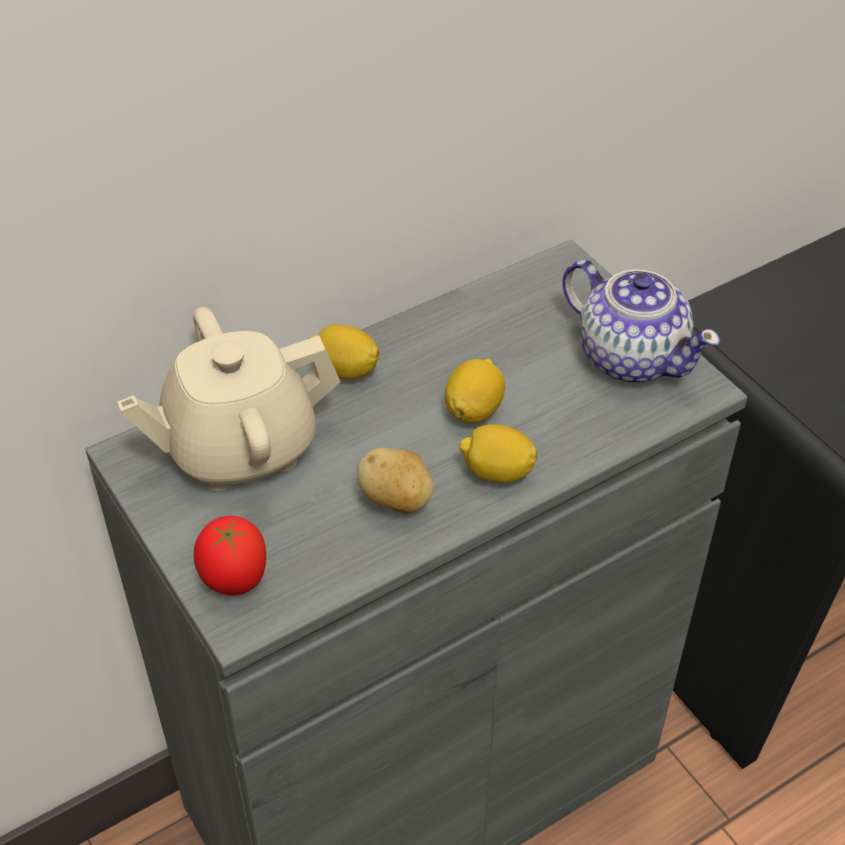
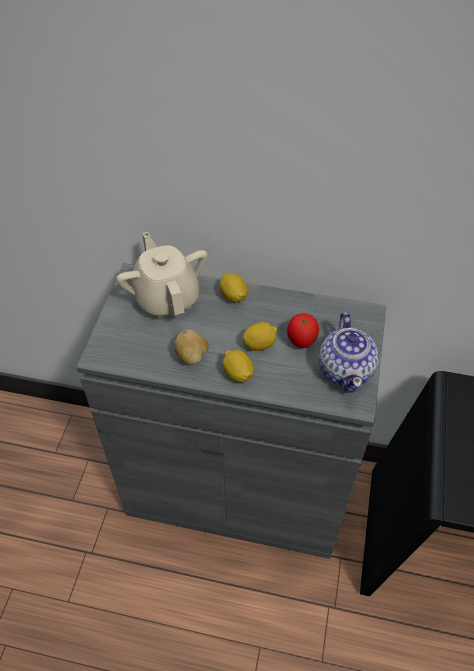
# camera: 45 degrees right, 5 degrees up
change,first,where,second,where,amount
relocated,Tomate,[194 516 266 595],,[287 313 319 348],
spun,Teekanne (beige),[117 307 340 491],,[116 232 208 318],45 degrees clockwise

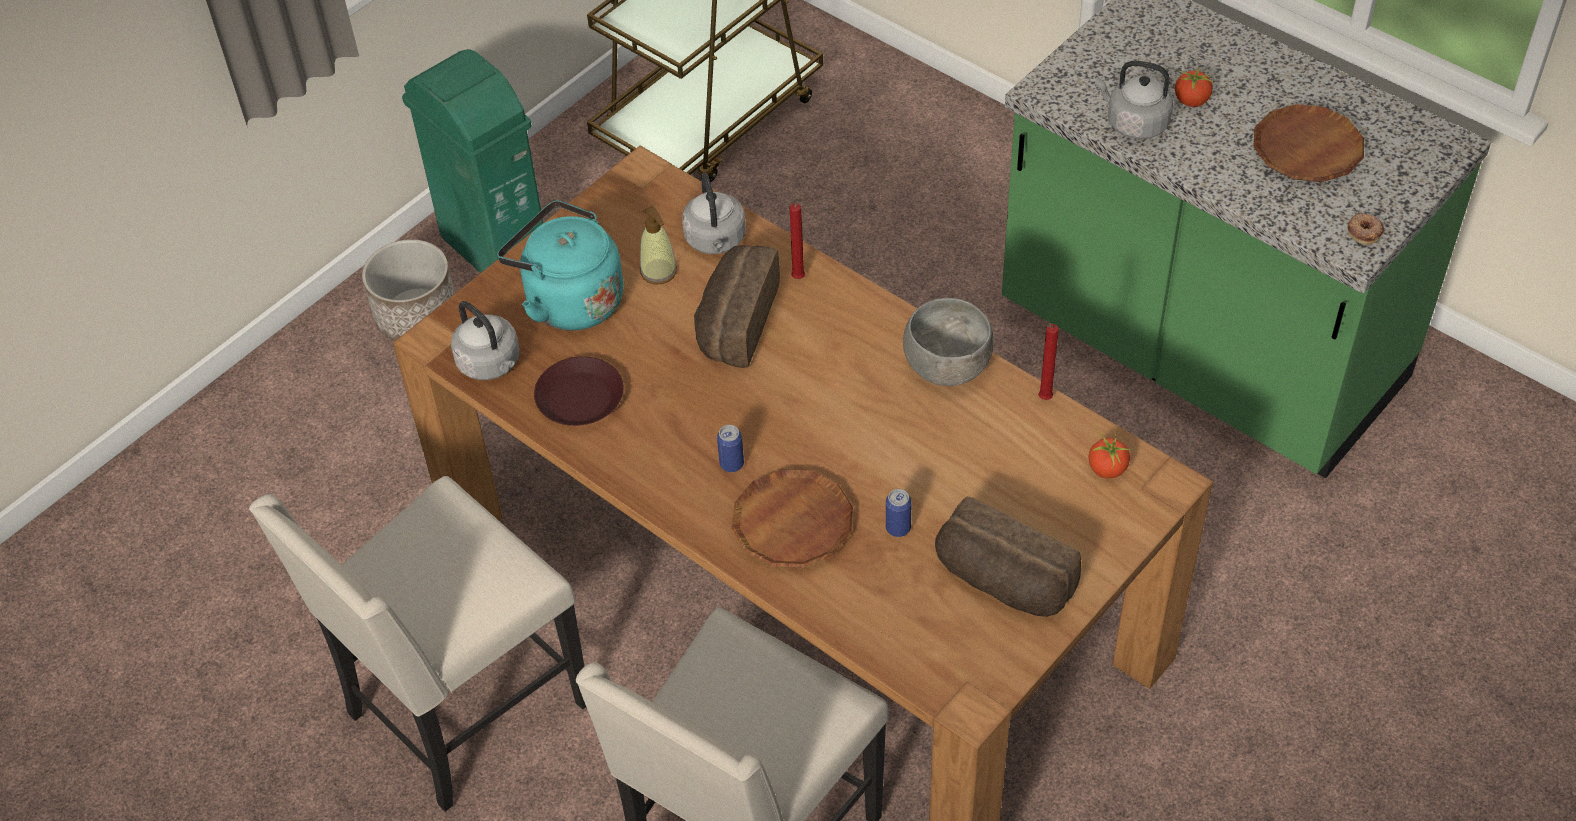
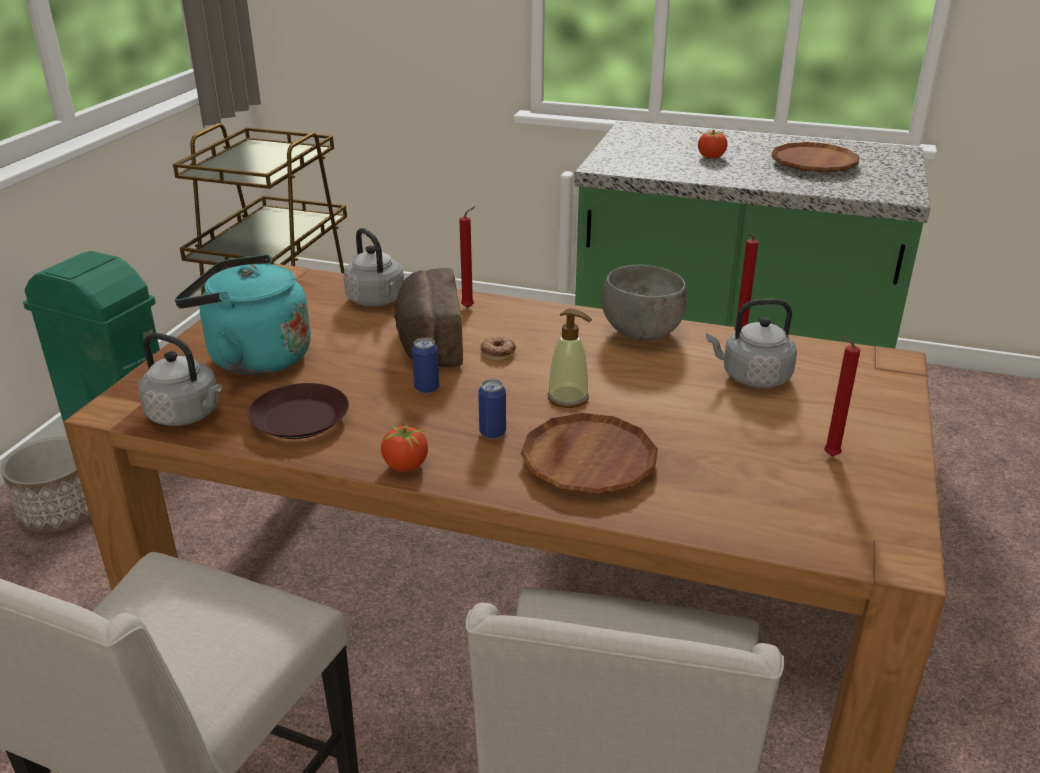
# camera: 25 degrees left, 20 degrees down
change,first,where,second,where,amount
relocated,Seifenspender,[640 205 677 284],,[548 309 592 408],
relocated,Dose,[886 489 912 537],,[412 338 439 393],
relocated,Tomate,[1089 428 1131 479],,[381 416 428 472],
relocated,Wasserkessel (grau),[1095 60 1173 139],,[706 299 797 388],
relocated,Donut,[1348 213 1384 245],,[481 336 516 361],
exchanged,Brot,[935 496 1081 617],Kerze (rot),[824 335 860 456],

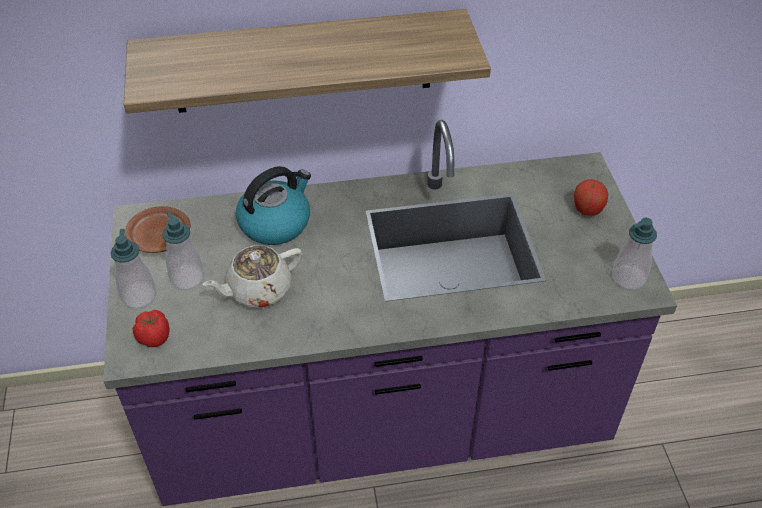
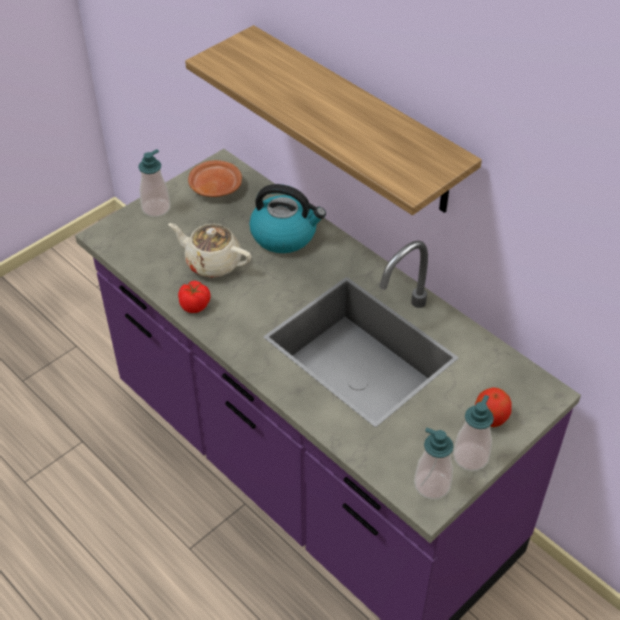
# camera: 55 degrees right, 0 degrees up
change,first,where,second,where,amount
relocated,Tomate,[133 310 170 347],,[178 281 211 313],
relocated,Seifenspender,[162 211 204 290],,[453 395 494 471],

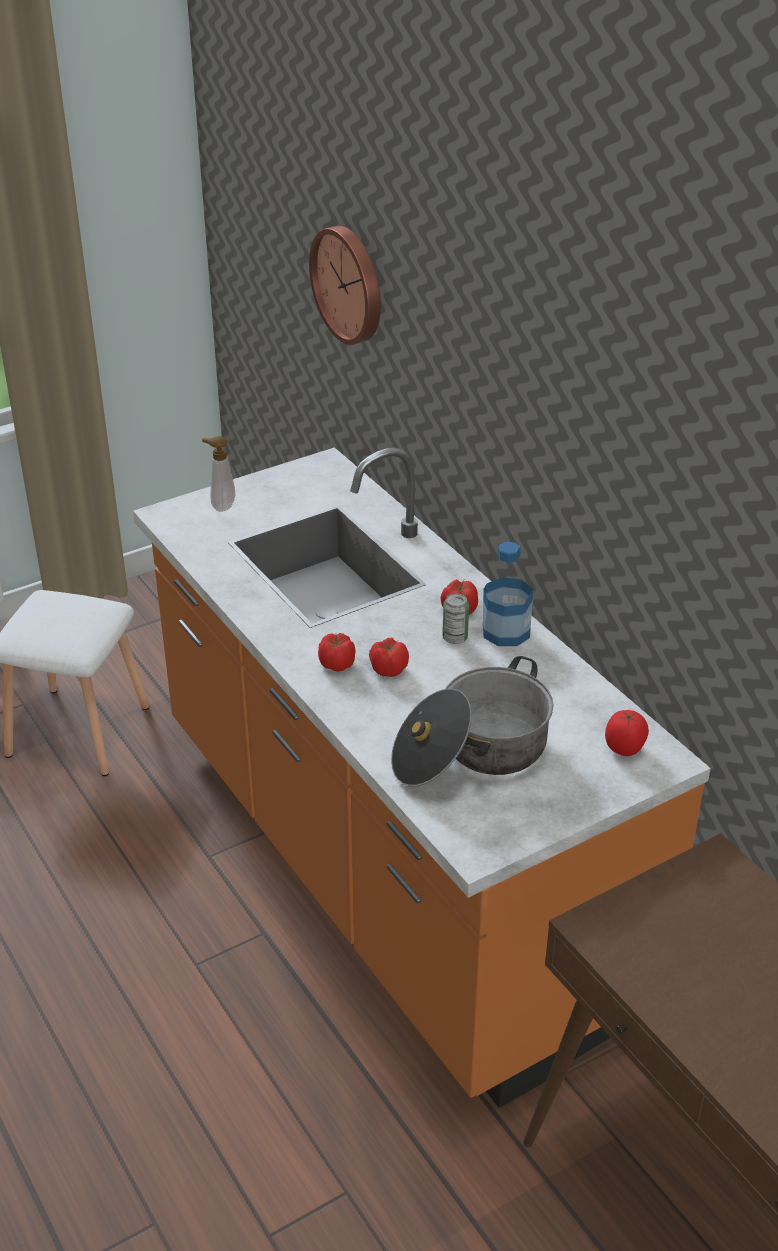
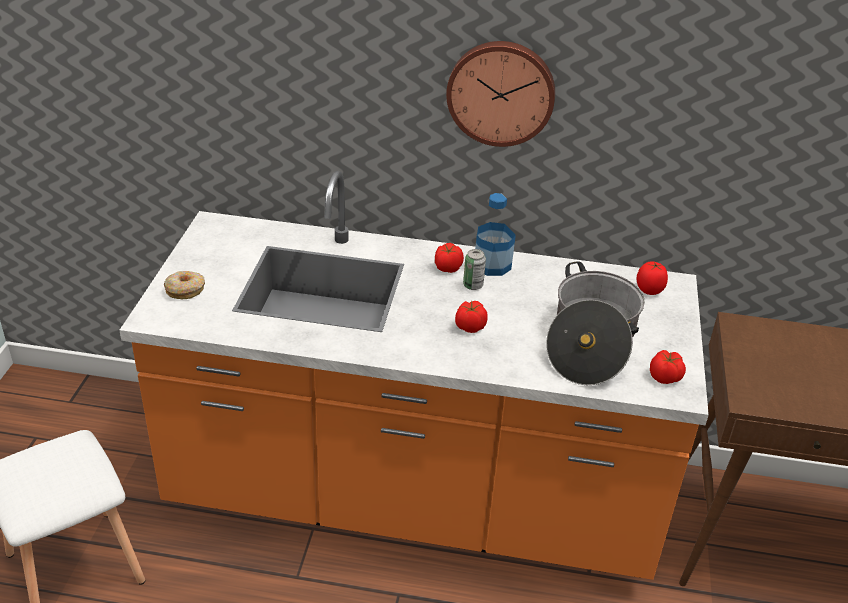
# camera: 50 degrees left, 0 degrees up
change,first,where,second,where,amount
relocated,Wanduhr,[309 226 381 345],,[446 41 555 147],
relocated,Tomate,[318 633 355 672],,[650 350 686 384],
exchanged,Seifenspender,[202 436 235 512],Donut,[164 271 205 299],

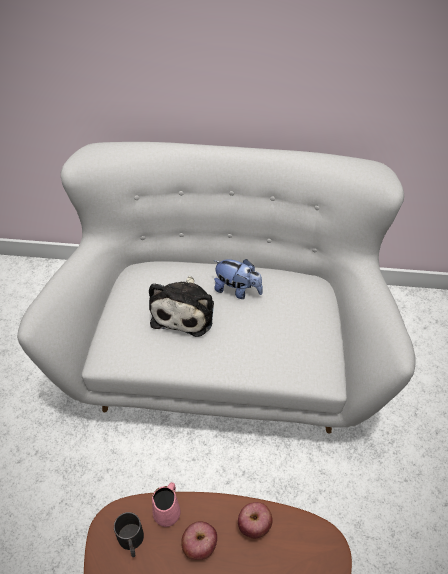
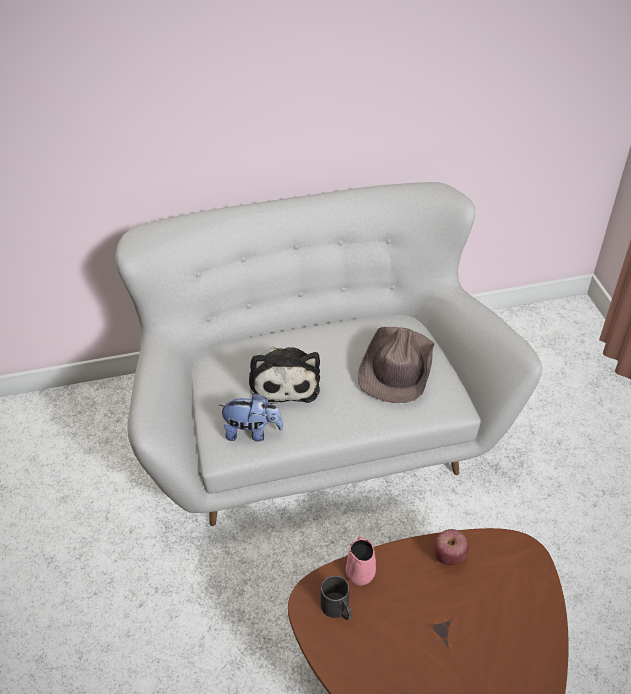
# camera: 20 degrees left, 5 degrees down
change,first,where,second,where,amount
missing,Apfel,[181 521 217 560],,,
appeared,,,Hut (braun),[358 327 435 403],
relocated,Plüschtier,[213 259 263 299],,[219 393 284 441],

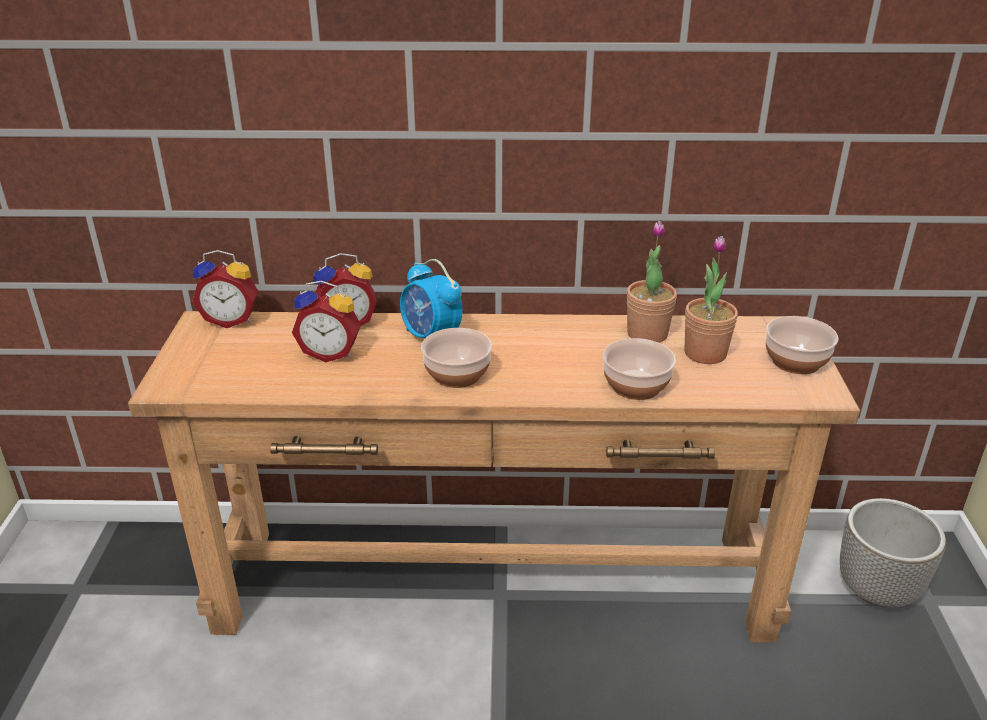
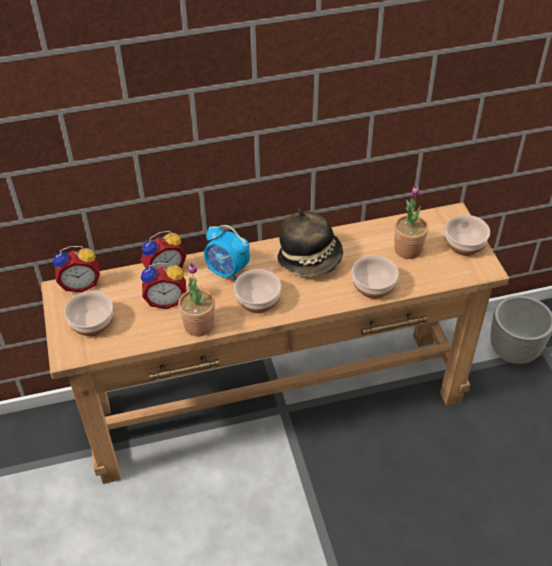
# camera: 15 degrees left, 15 degrees up
change,first,where,second,where,amount
appeared,,,Schüssel,[64 291 113 336],
appeared,,,Hut,[277 210 343 277],
relocated,Topfpflanze,[627 221 677 343],,[178 262 215 336],

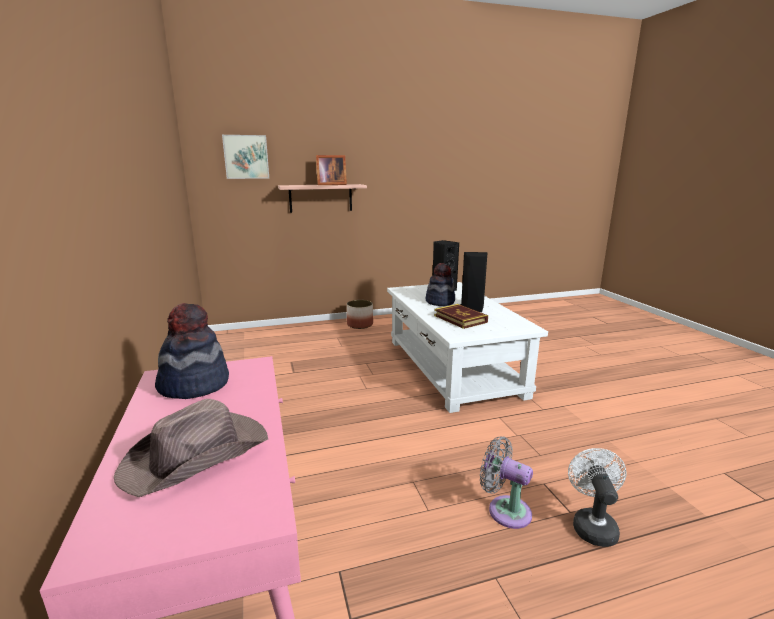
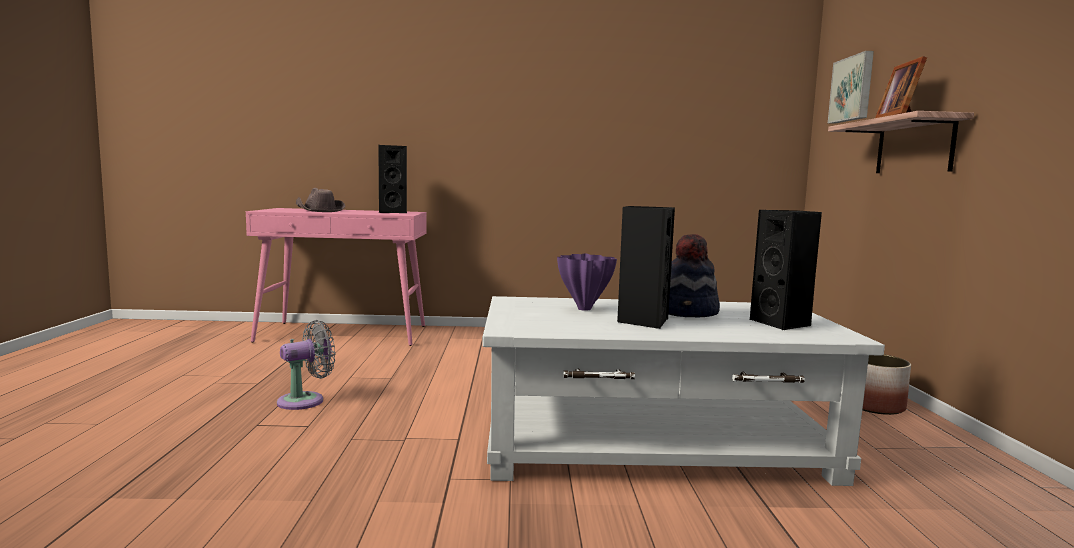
# camera: 105 degrees right, 10 degrees down
change,first,where,second,where,amount
missing,Ventilator (weiß),[568 448 627 547],,,
exchanged,Hut,[155 303 229 399],Lautsprecher (schwarz),[378 145 407 213],
exchanged,Buch,[434 304 488 329],Vase (lila),[557 254 617 311],

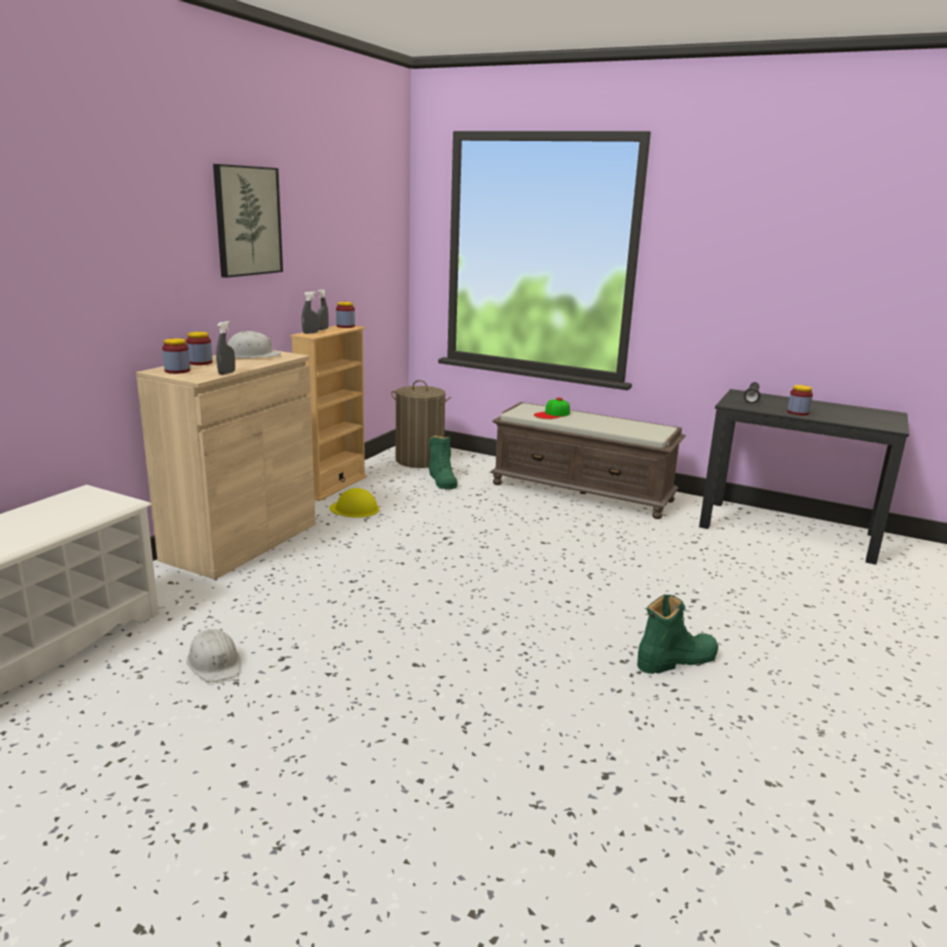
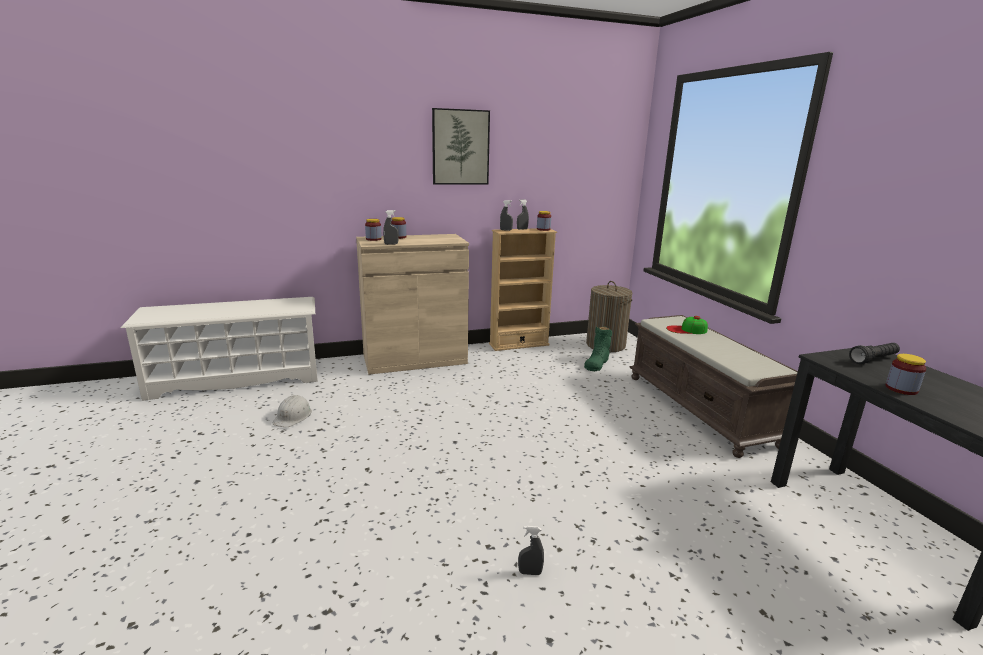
# camera: 45 degrees right, 0 degrees up
change,first,where,second,where,amount
missing,Schutzhelm (weiß),[227 331 281 358],,,
missing,Schutzhelm (gelb),[330 488 379 518],,,
exchanged,Stiefel (grün),[637 595 718 674],Sprühflasche (grau),[518 526 544 575],

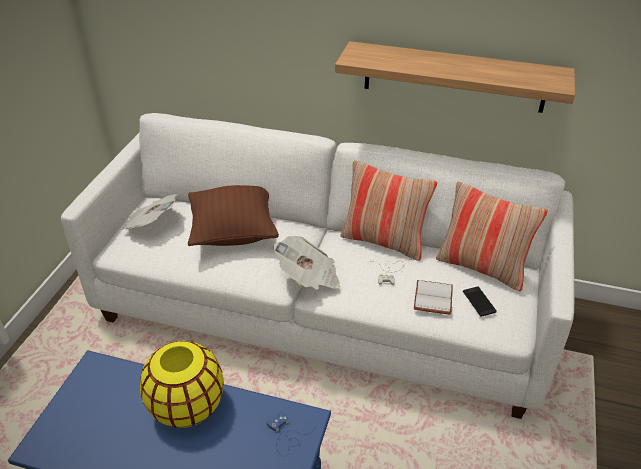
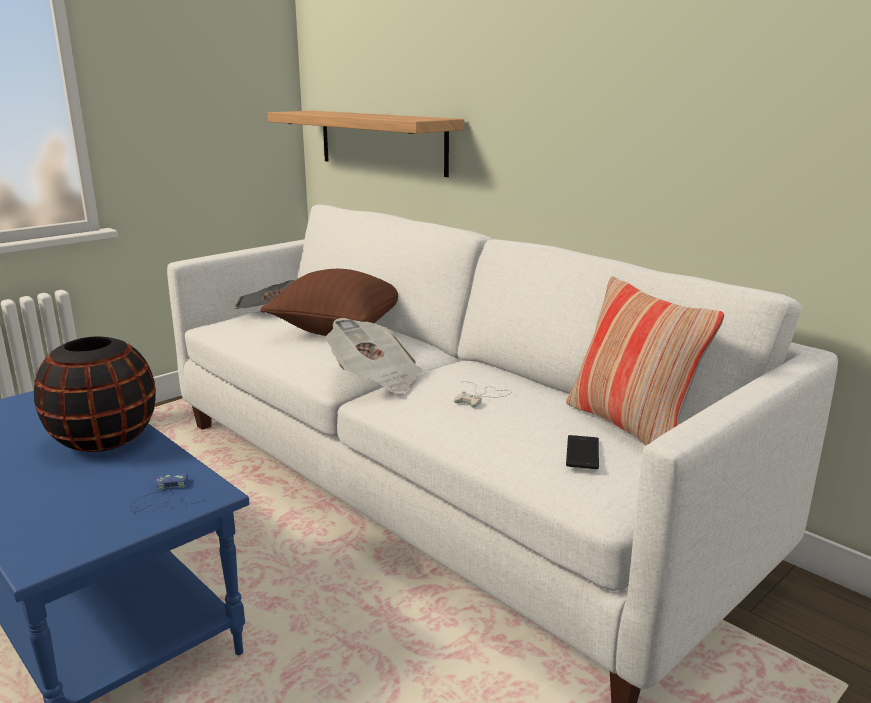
# camera: 30 degrees right, 20 degrees down
change,first,where,second,where,amount
missing,Kissen,[340 160 437 261],,,
missing,Buch (weiß),[414 280 453 315],,,
relocated,Wandregal,[335 41 575 113],,[268 111 464 177],
colour,Vase (gelb),[140 341 224 428],Vase (schwarz),[34 337 156 452],

